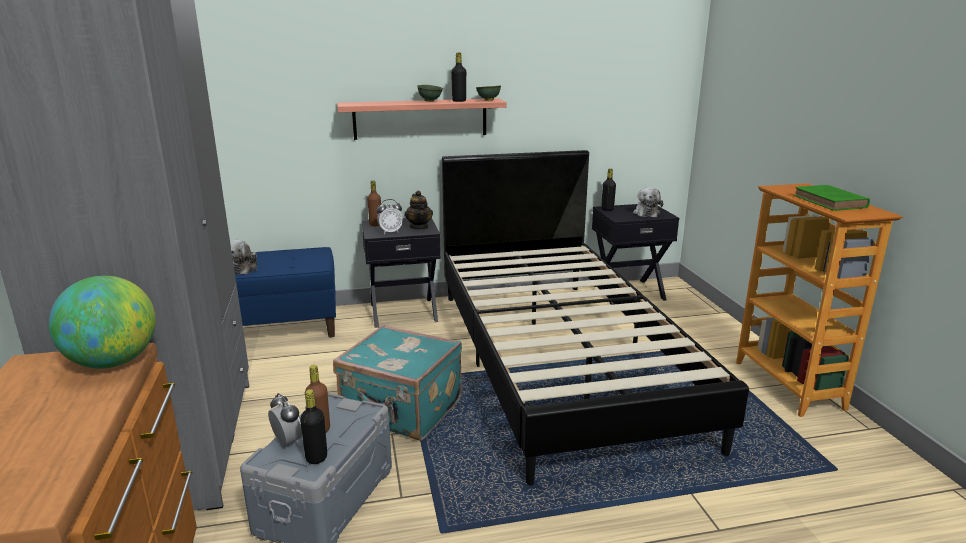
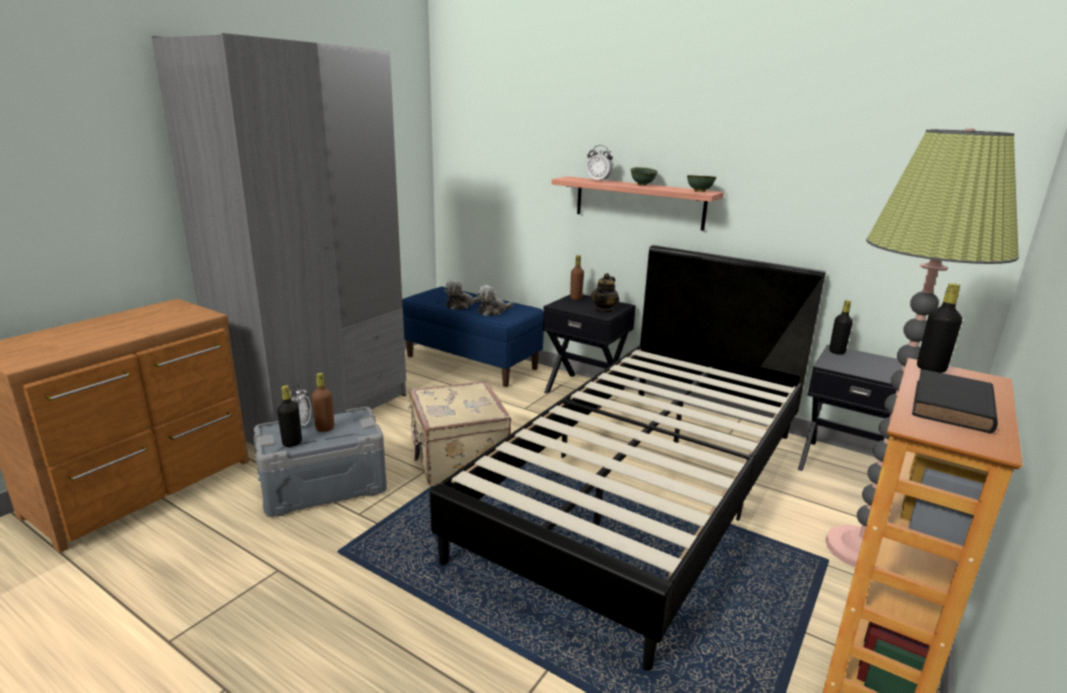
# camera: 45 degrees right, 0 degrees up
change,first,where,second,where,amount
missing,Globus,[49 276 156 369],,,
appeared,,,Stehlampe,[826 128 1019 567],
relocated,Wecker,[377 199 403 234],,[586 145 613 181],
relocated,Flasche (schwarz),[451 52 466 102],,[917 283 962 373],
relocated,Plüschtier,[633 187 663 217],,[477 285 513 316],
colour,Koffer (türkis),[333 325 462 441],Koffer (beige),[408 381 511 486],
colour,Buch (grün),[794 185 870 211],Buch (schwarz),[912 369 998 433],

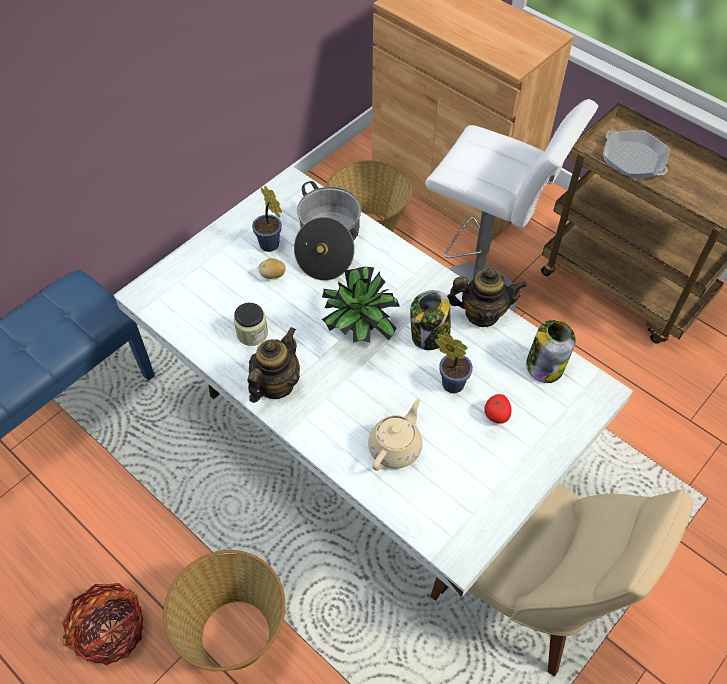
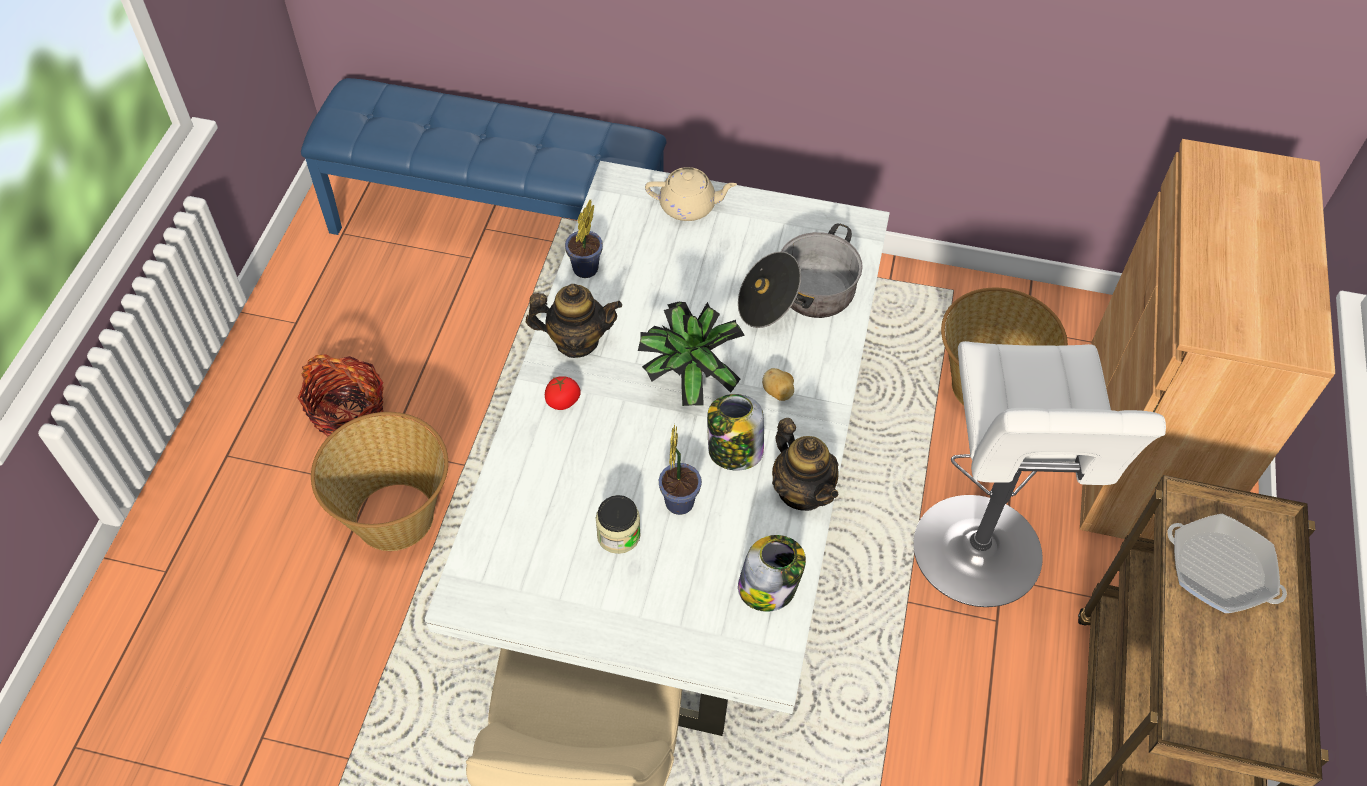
# camera: 60 degrees right, 0 degrees up
change,first,where,second,where,amount
relocated,Vorratsglas,[234 303 268 346],,[596 495 641 554],
relocated,Topfpflanze,[252 186 282 252],,[565 200 603 278],
relocated,Kartoffel,[258 258 286 279],,[762 368 794 401],
relocated,Teekanne (beige),[368 398 422 471],,[645 167 737 221],
relocated,Tomate,[484 394 512 424],,[545 376 581 410],
spun,Pfanne,[603 130 670 178],,[1168 513 1287 613],75 degrees counterclockwise

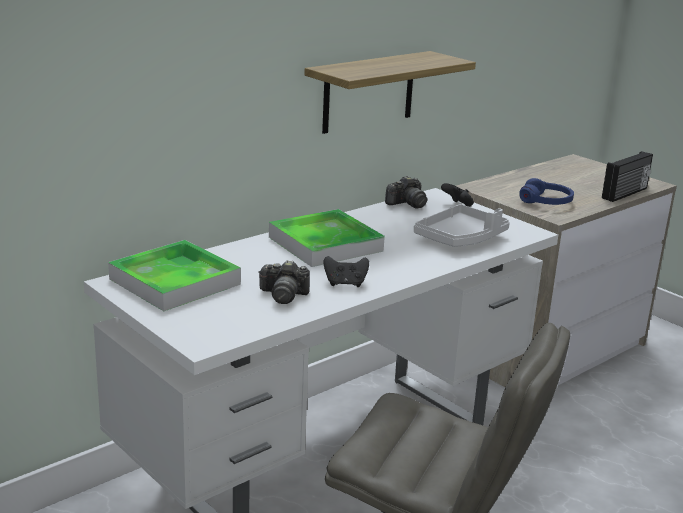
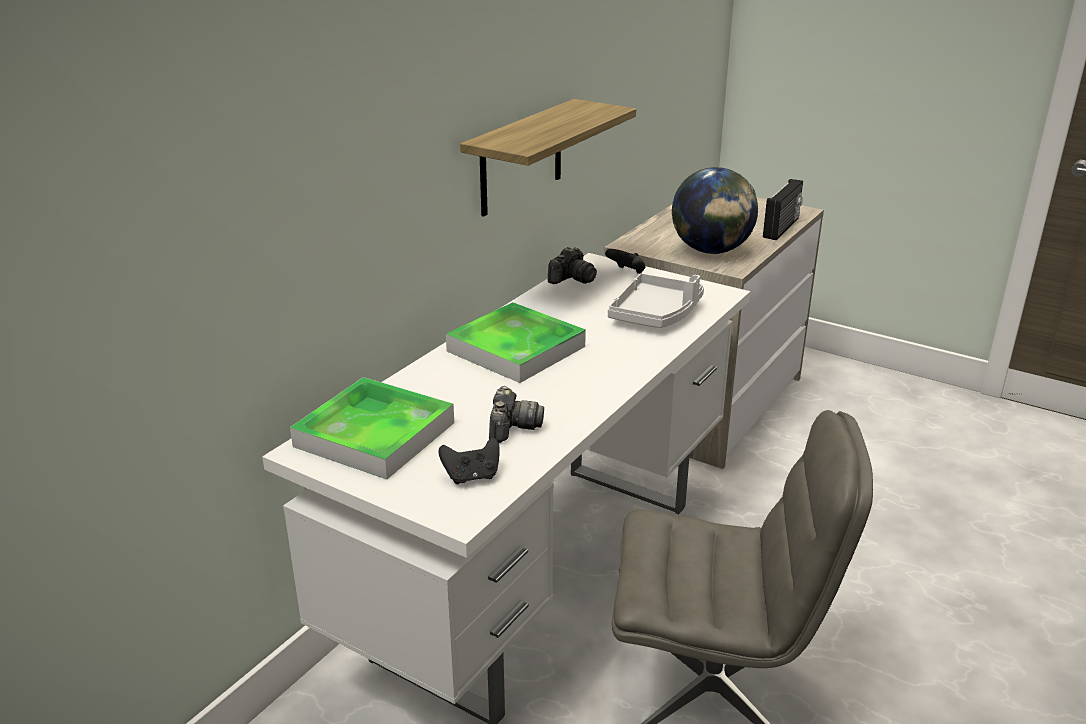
# camera: 15 degrees left, 5 degrees up
change,first,where,second,where,amount
relocated,Gamepad (schwarz),[323 256 369 287],,[438 437 500 484],
exchanged,Kopfhörer (blau),[519 178 574 205],Globus,[672 167 758 254],
spun,Kamera,[258 260 310 304],,[489 386 544 443],75 degrees counterclockwise

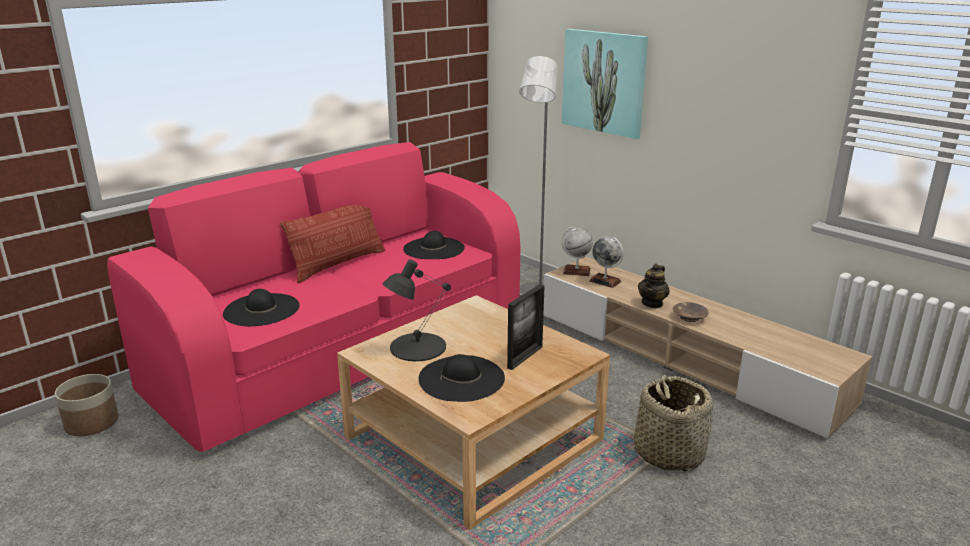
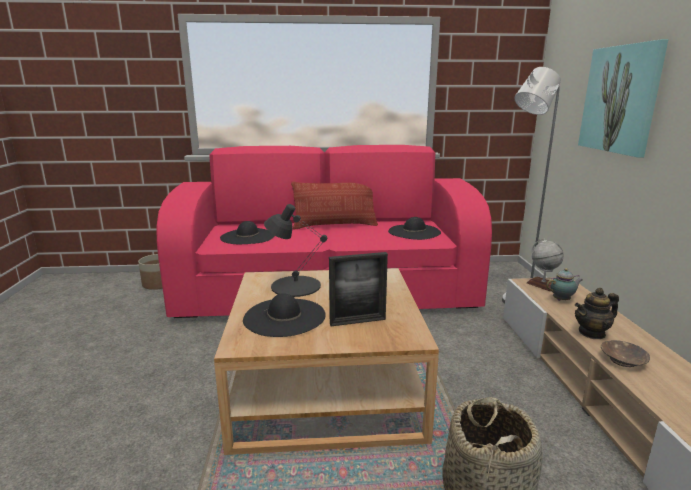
# camera: 40 degrees right, 5 degrees down
change,first,where,second,where,amount
exchanged,Globus,[589 237 624 288],Teekanne,[546 268 583 301],

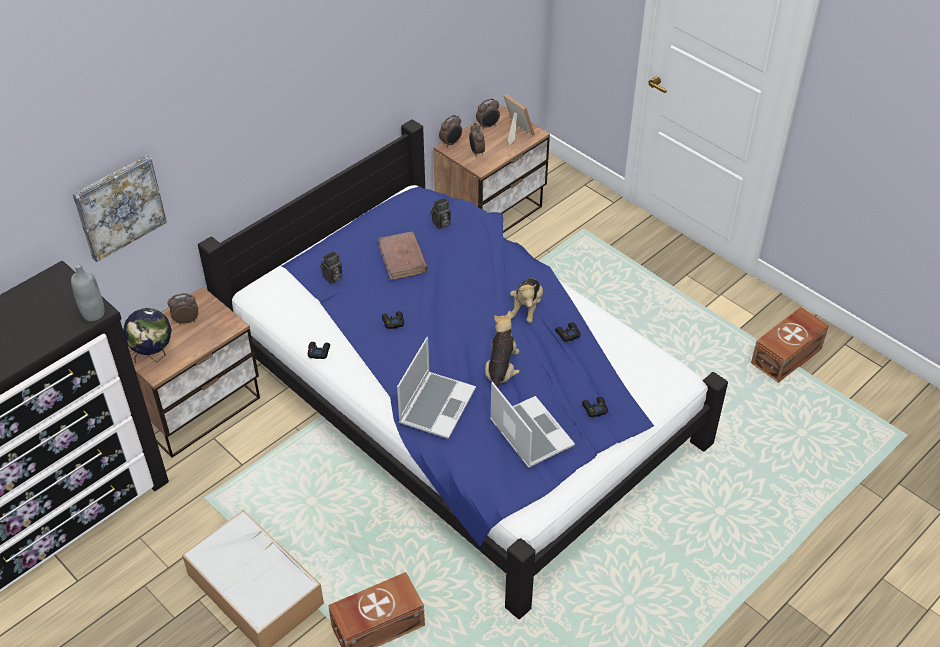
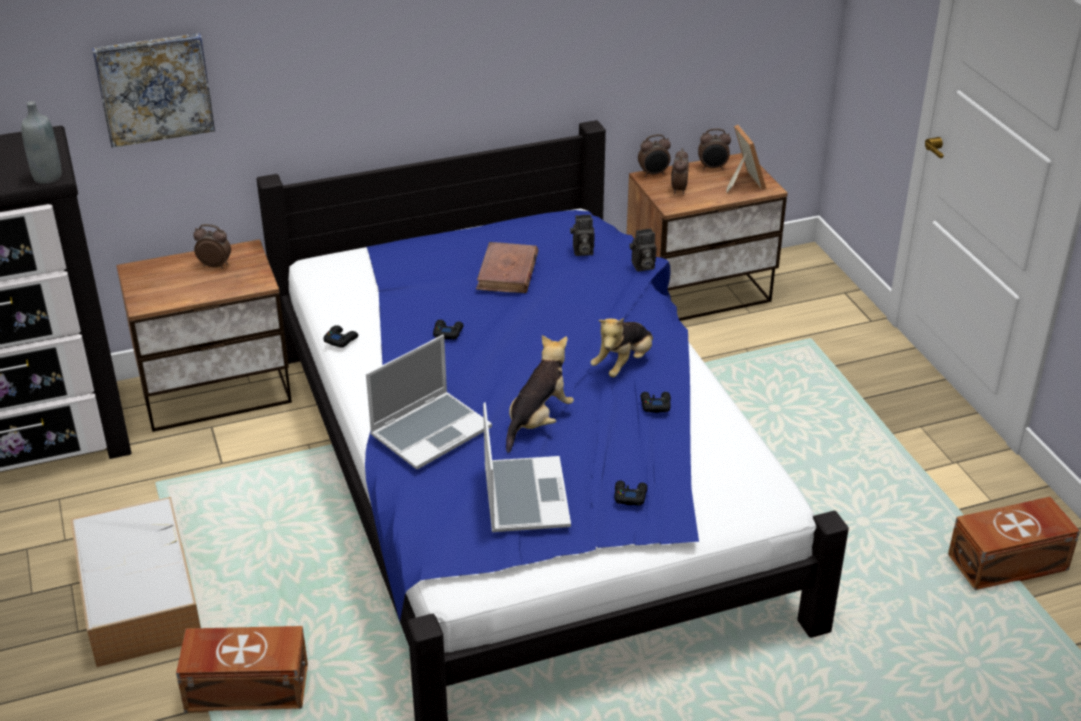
# camera: 25 degrees right, 10 degrees down
change,first,where,second,where,amount
missing,Globus,[123 308 172 363],,,
relocated,Kamera,[320 251 342 284],,[630 228 656 271],

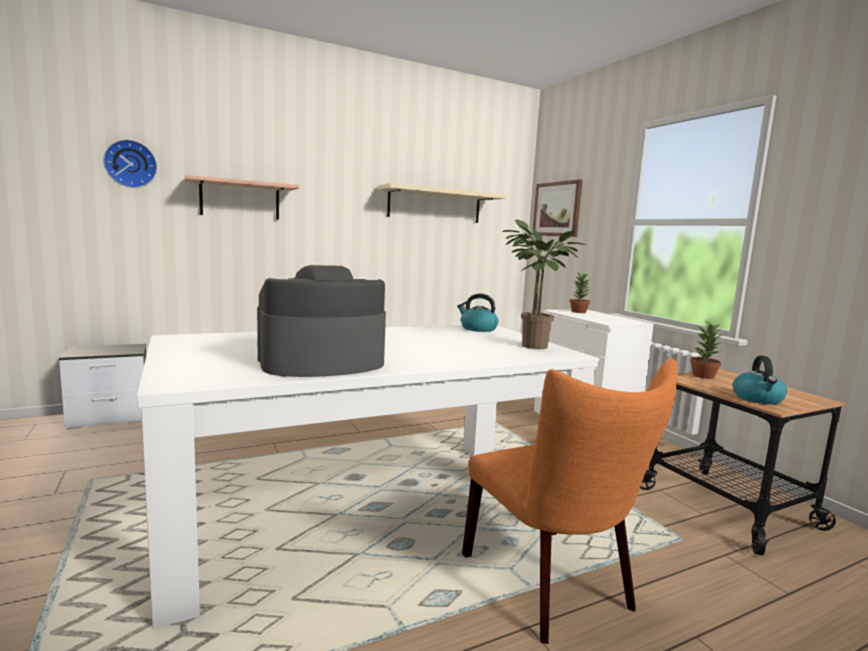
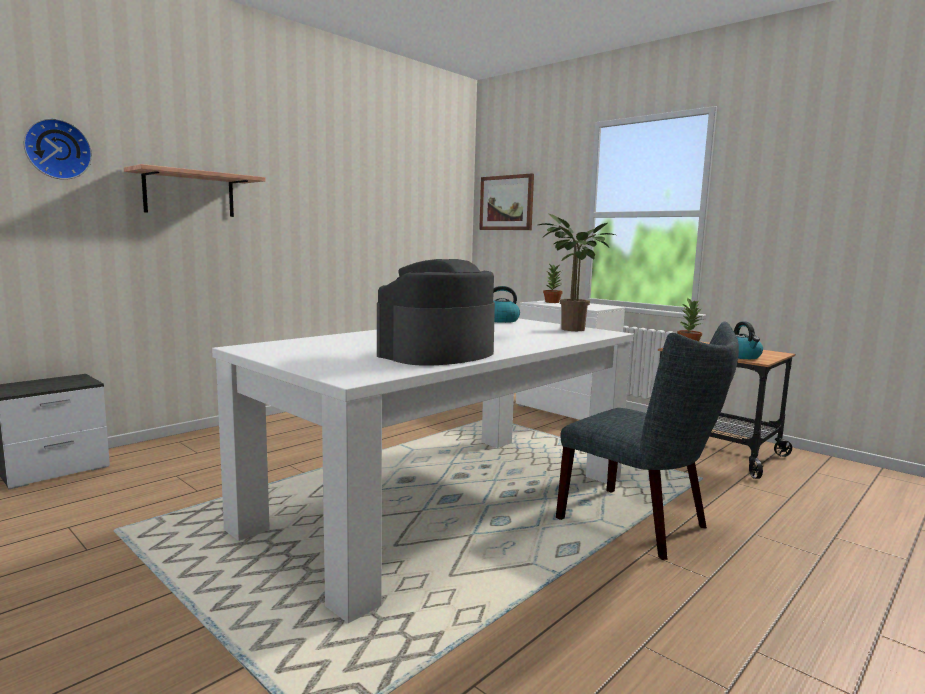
# camera: 20 degrees left, 0 degrees up
change,first,where,second,where,amount
missing,Wandregal (beige),[378 183 506 223],,,
colour,Stuhl (orange),[462 358 677 644],Stuhl (grau),[556 322 739 560],

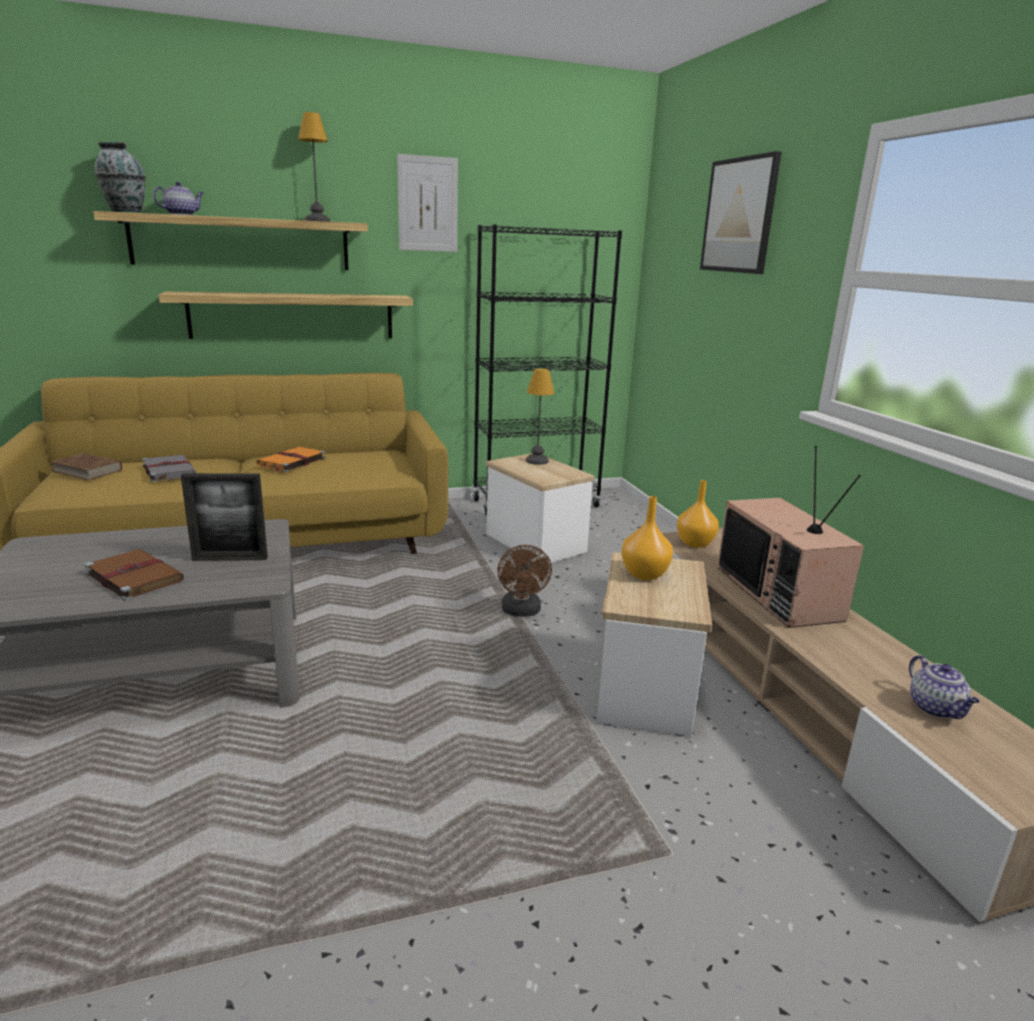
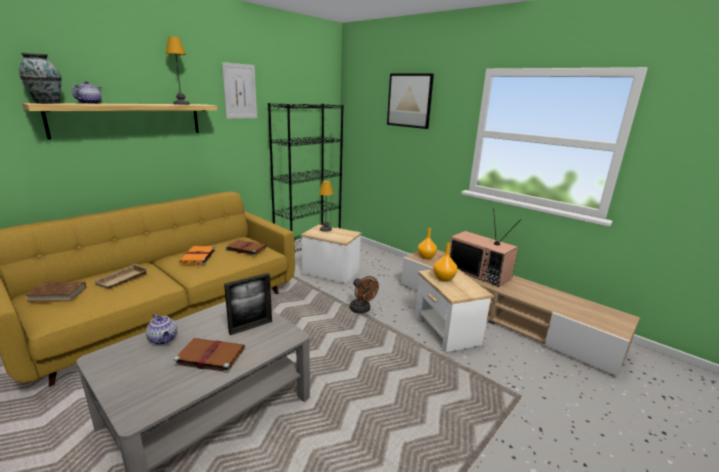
# camera: 30 degrees left, 0 degrees up
change,first,where,second,where,amount
missing,Wandregal,[159 292 413 339],,,
appeared,,,Buch (braun),[225 240 267 256],
relocated,Teekanne,[909 655 980 719],,[146 313 177 345],
exchanged,Buch (grau),[142 455 197 482],Tablett (beige),[93 264 148 289],

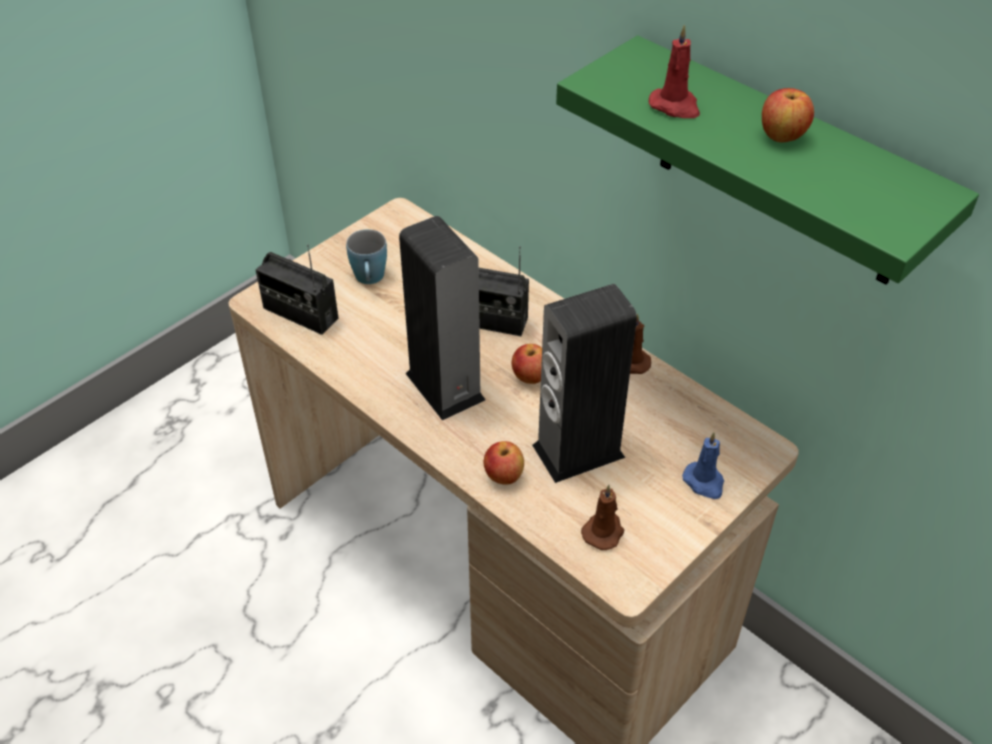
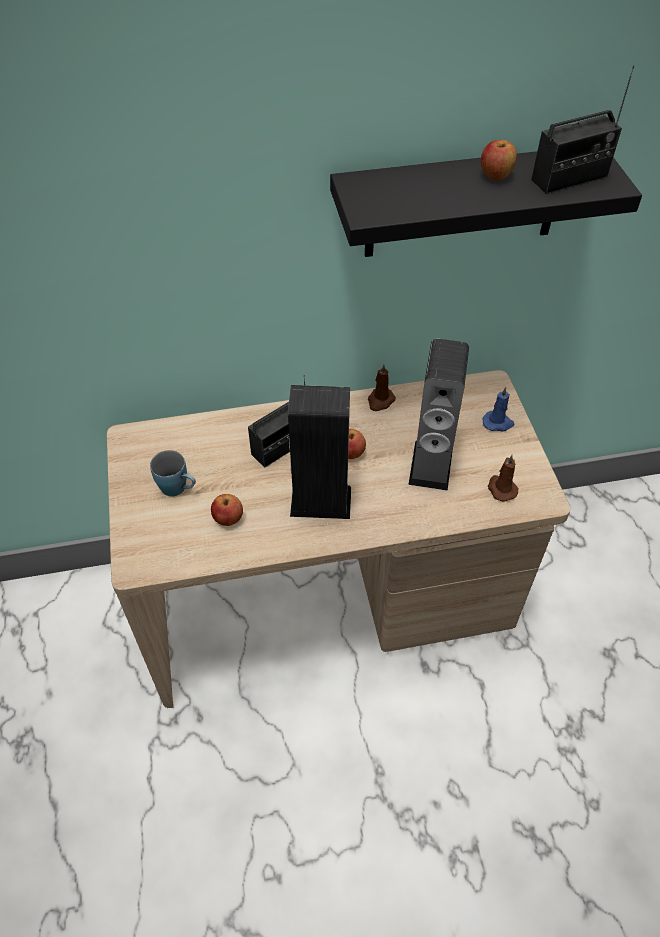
# camera: 55 degrees left, 5 degrees up
change,first,where,second,where,amount
missing,Kerze (rot),[648 24 700 118],,,
relocated,Radio,[256 244 338 335],,[531 65 634 194],
relocated,Apfel,[484 441 524 485],,[211 494 243 526],
colour,Wandregal (grün),[556 35 979 285],Wandregal (schwarz),[330 151 642 257],

